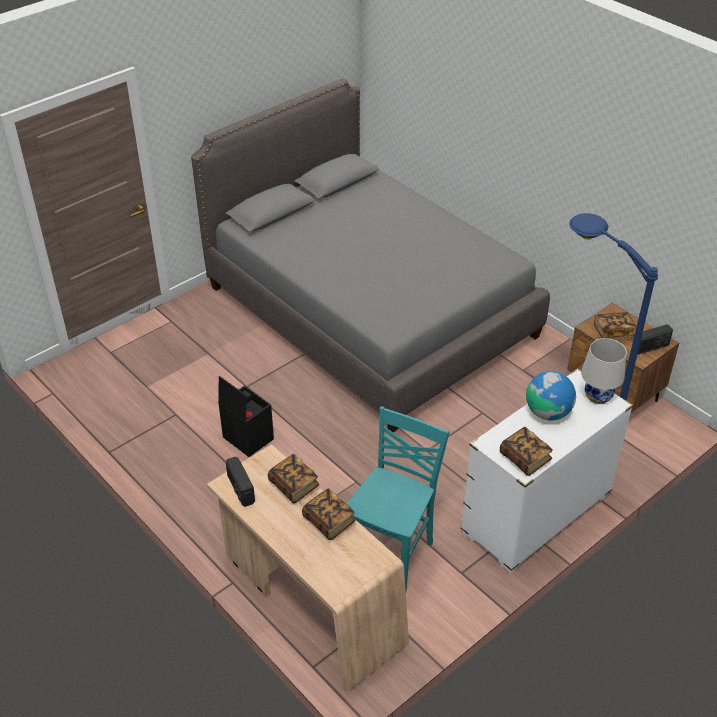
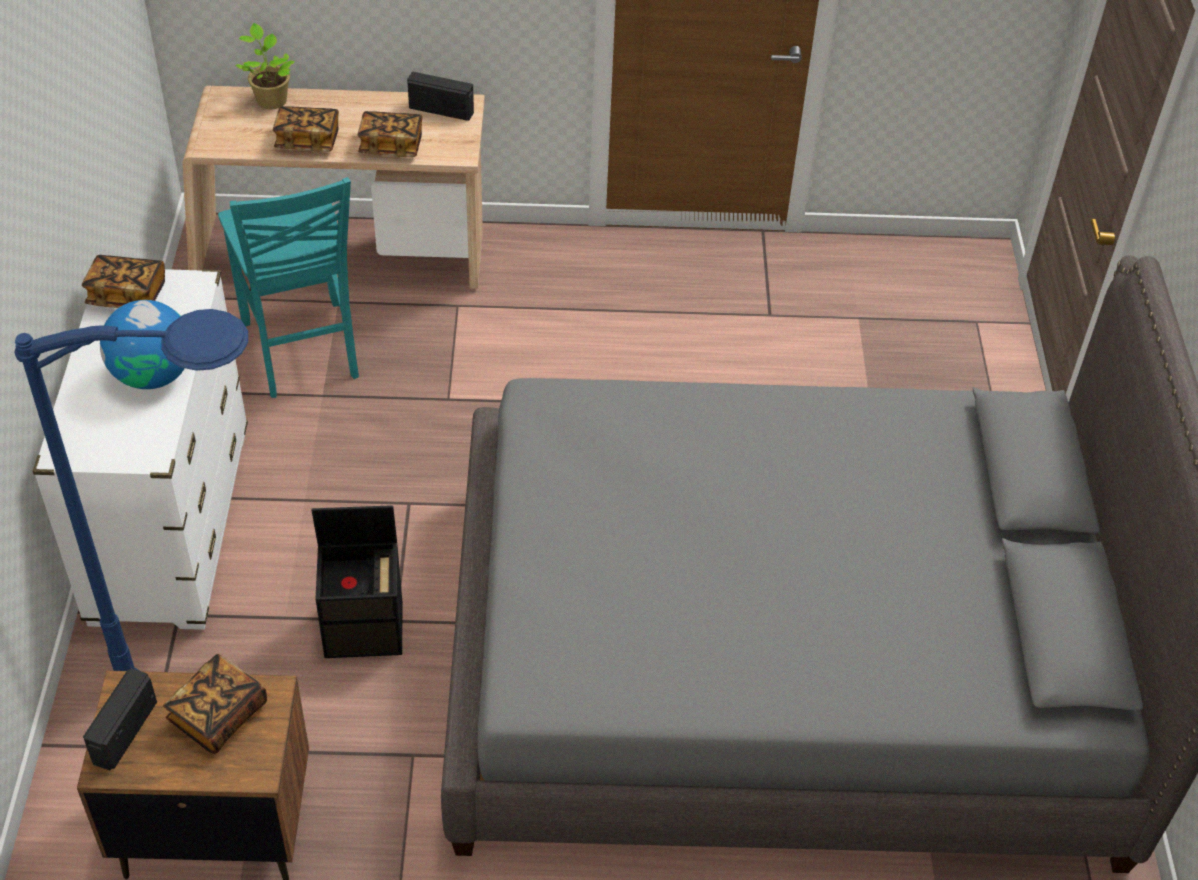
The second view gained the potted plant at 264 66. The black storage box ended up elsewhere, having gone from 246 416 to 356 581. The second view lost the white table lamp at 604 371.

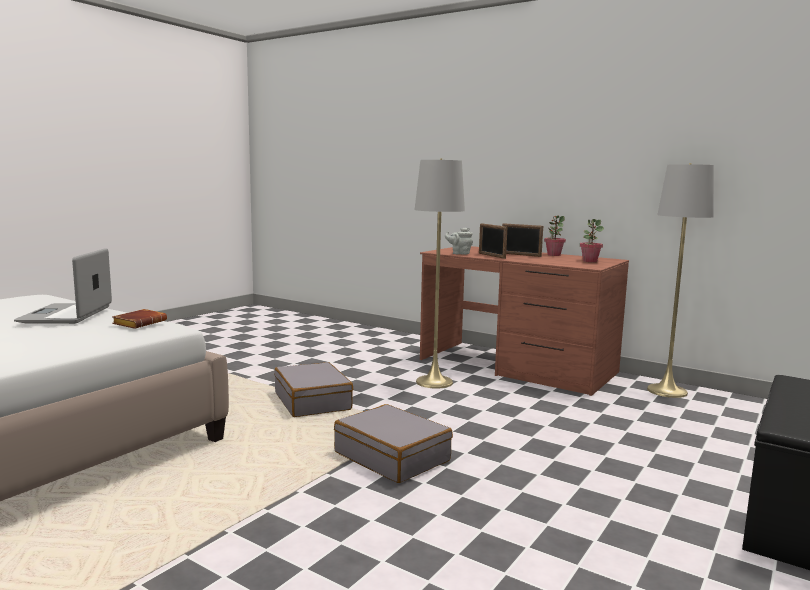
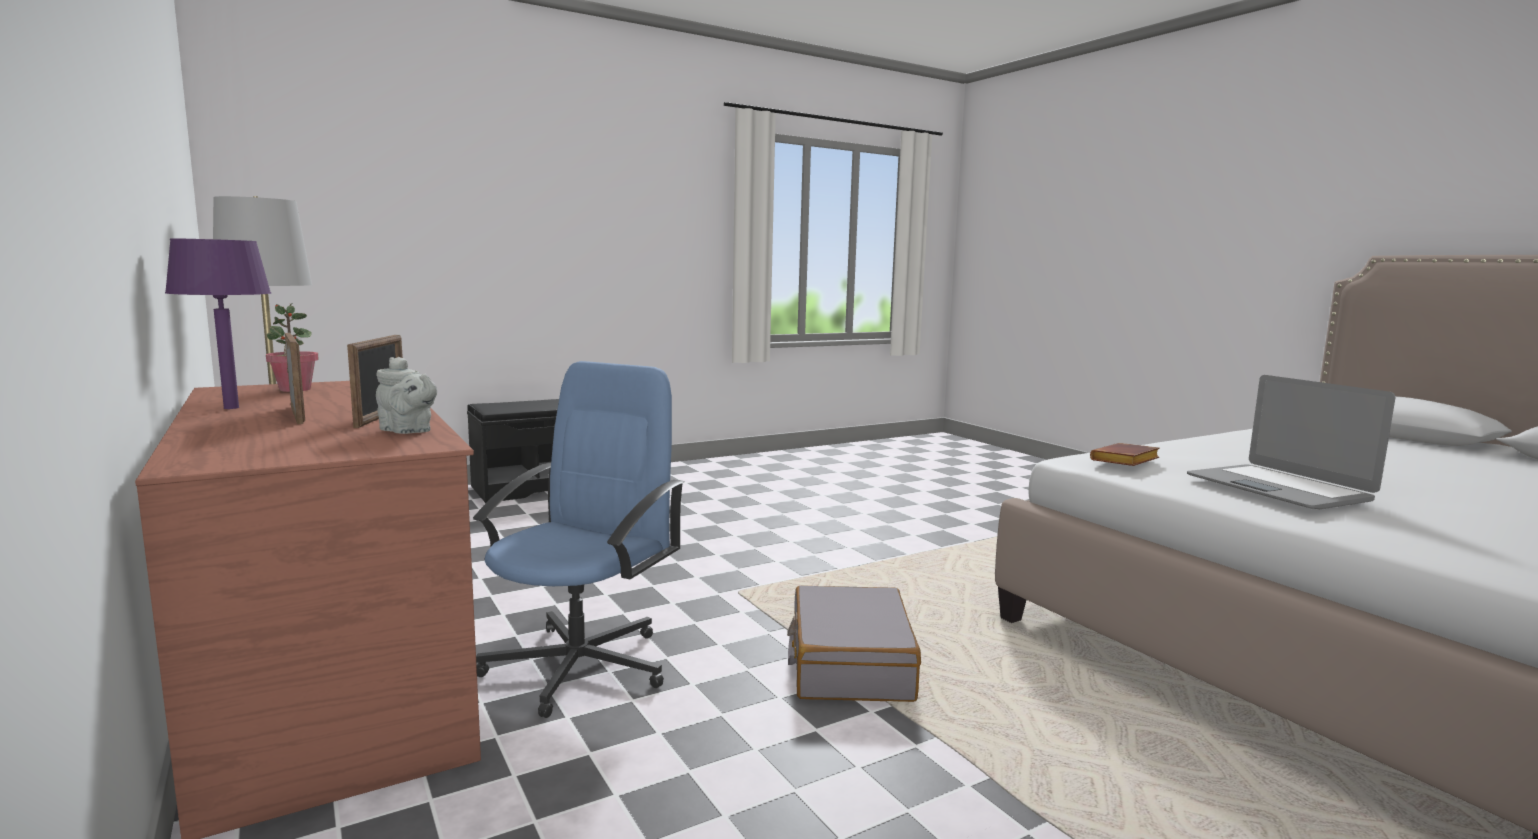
Where the potted plant stood at 555 236, the purple table lamp came to stand at 218 323. Where the grey floor lamp stood at 440 274, the blue office chair came to stand at 578 539. The laptop at 63 286 ended up facing another way, 135 degrees clockwise from before. The second view lost the grey suitcase at 393 443.

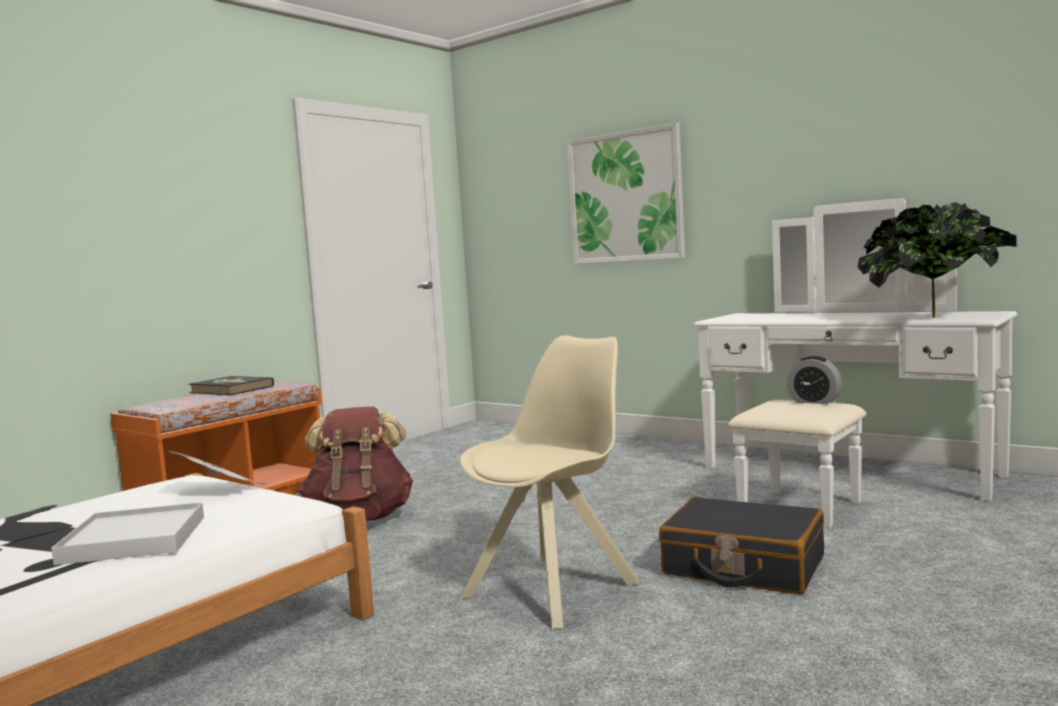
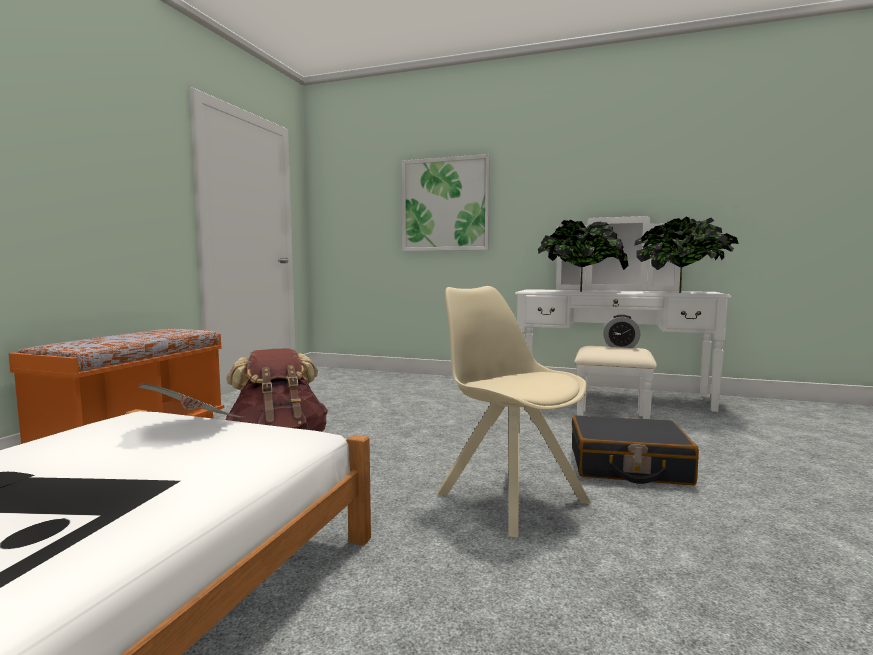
The beige chair at 549 482 ended up facing another way, 60 degrees counterclockwise from before. The second view gained the potted plant at 583 256. The second view lost the white tray at 127 533. The second view lost the book at 231 385.

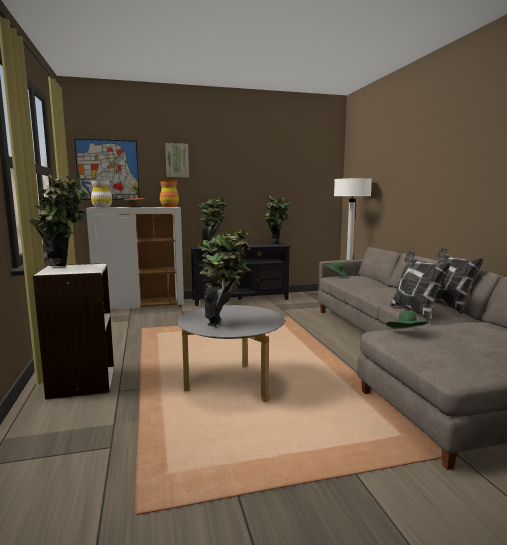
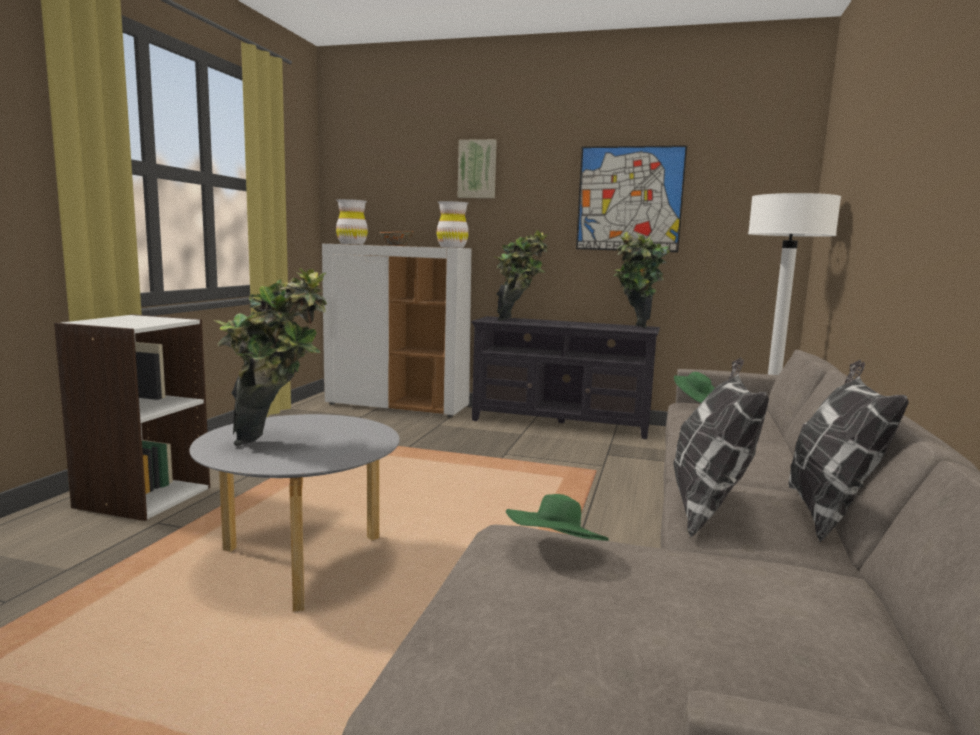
What was the orange vase at 169 193 turned into the white vase at 453 224. The picture ended up elsewhere, having gone from 107 169 to 631 198. The second view lost the potted plant at 58 220.

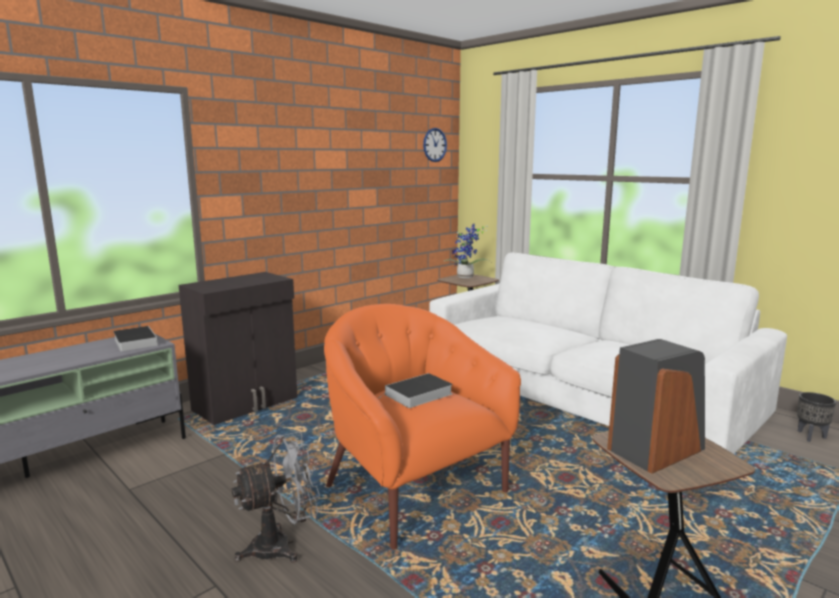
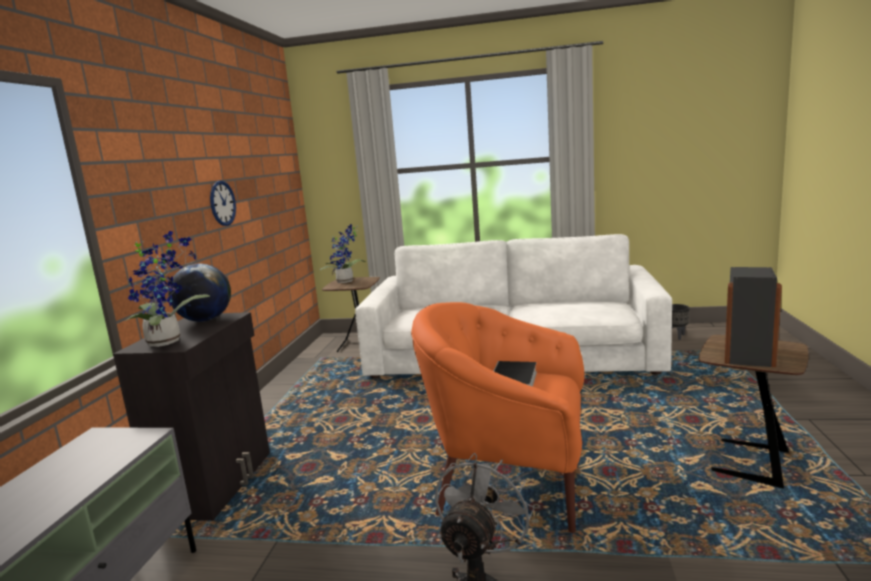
The second view gained the potted plant at 167 289. The second view gained the globe at 199 293. The wall clock ended up elsewhere, having gone from 435 145 to 223 203. The second view lost the book at 135 338.

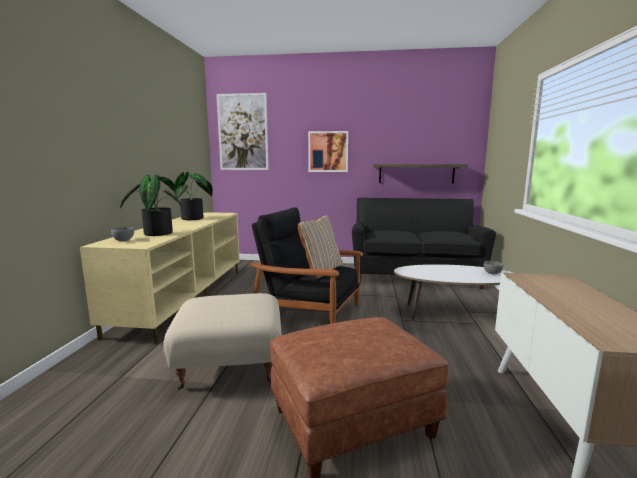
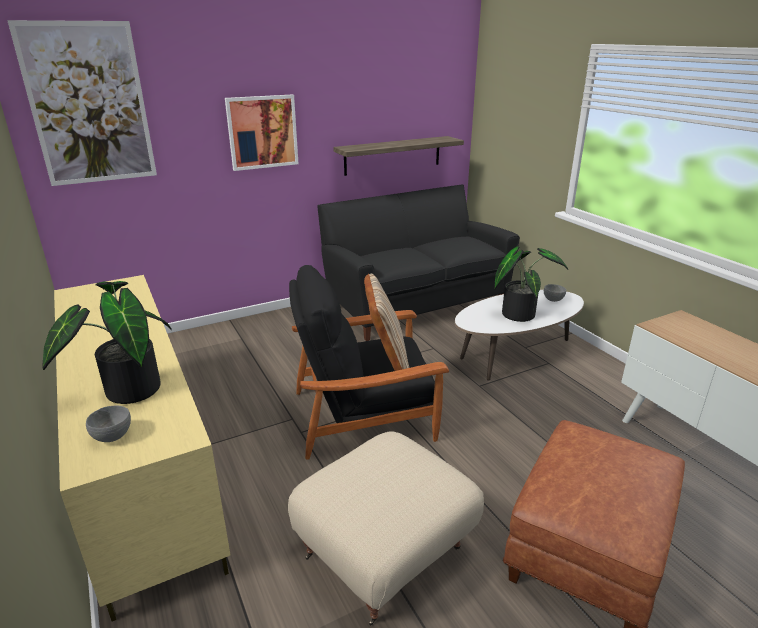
The potted plant ended up elsewhere, having gone from 193 196 to 531 284.

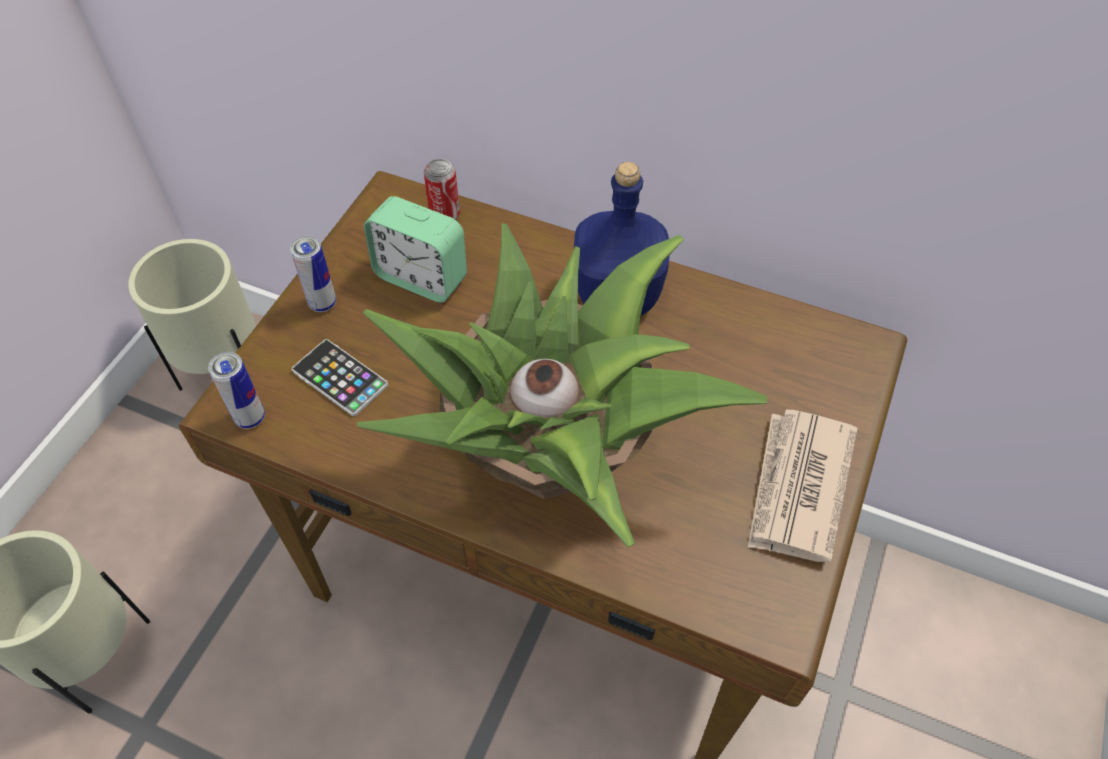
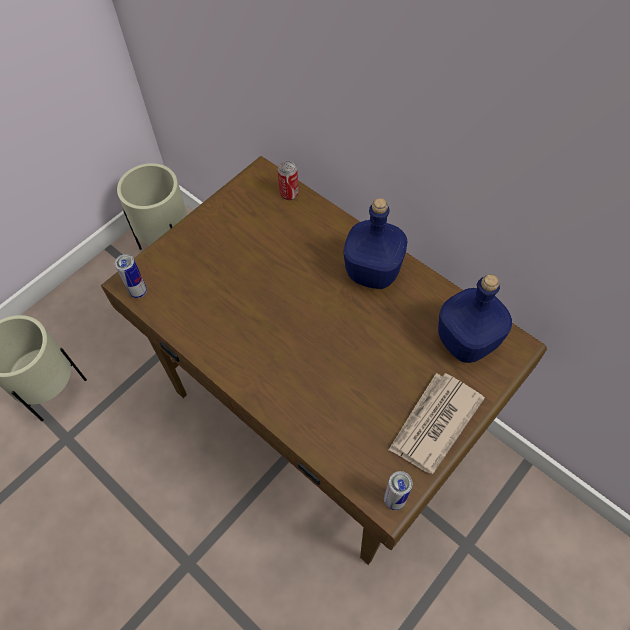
The can ended up elsewhere, having gone from 313 274 to 398 490. The second view gained the blue bottle at 475 318. The second view lost the phone at 340 377. The second view lost the potted plant at 562 385. The second view lost the alarm clock at 415 249.

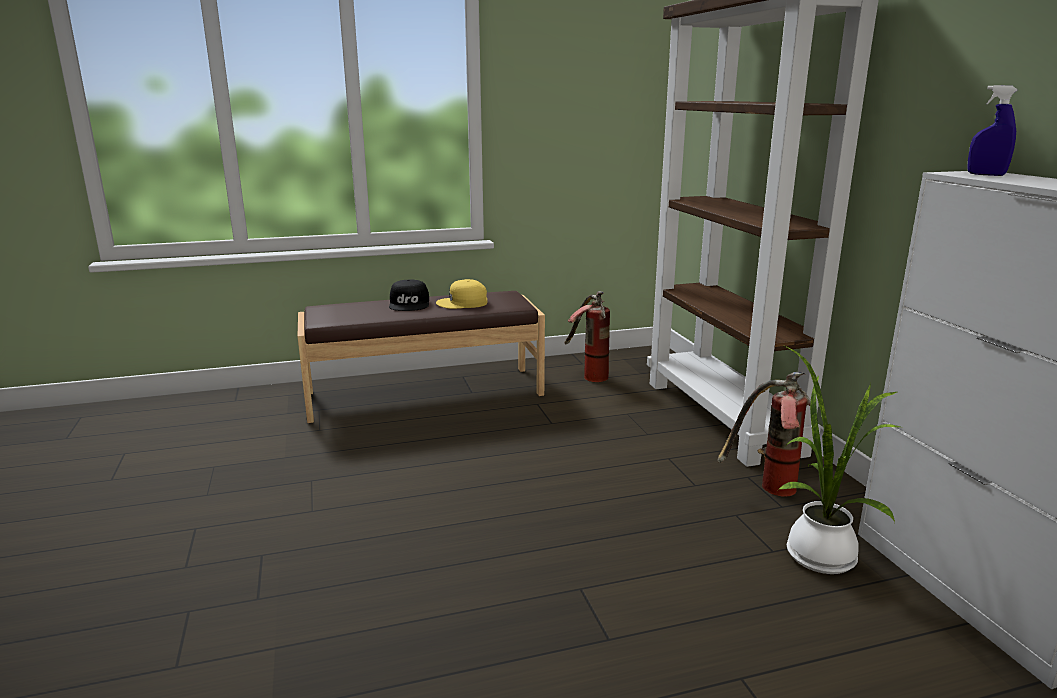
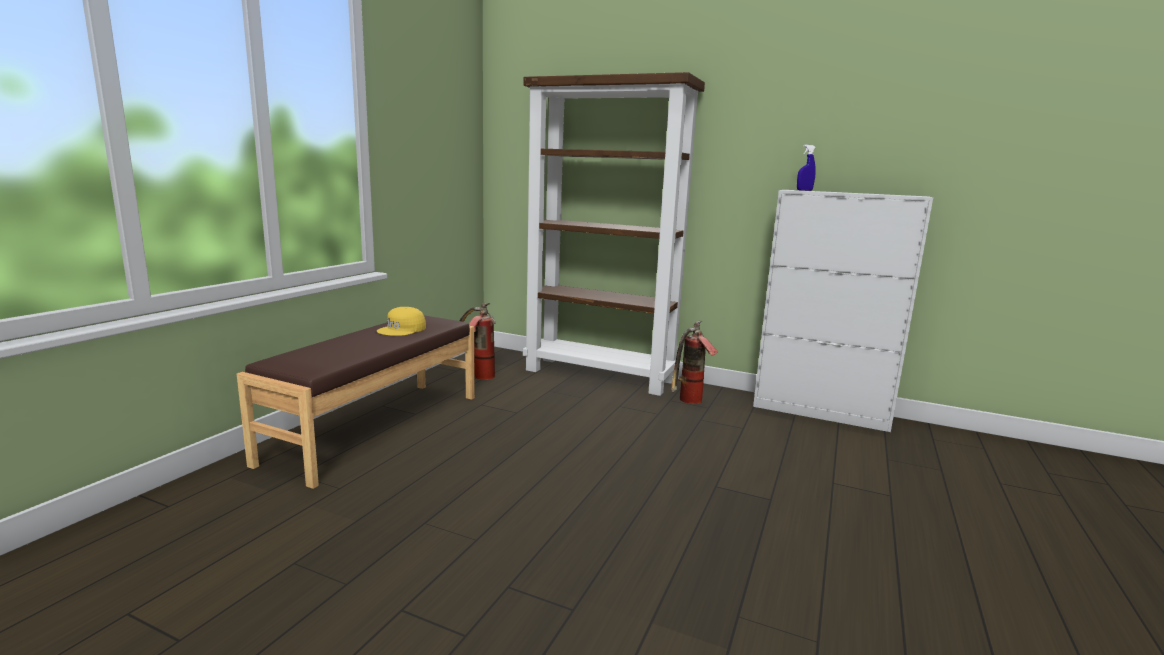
The second view lost the black cap at 409 295. The second view lost the potted plant at 838 460.

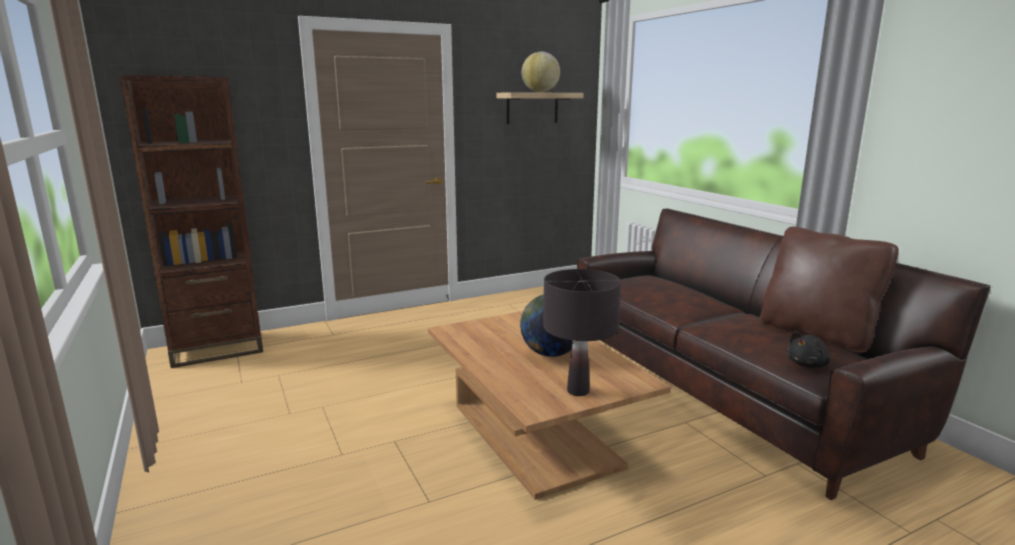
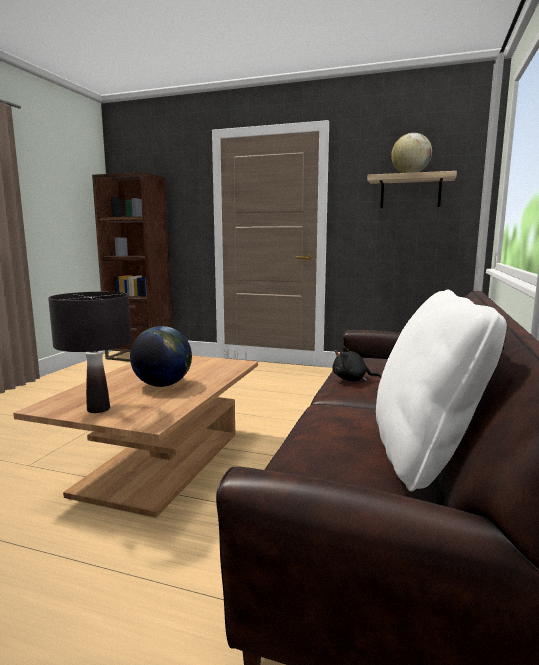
The black plush toy ended up elsewhere, having gone from 809 349 to 356 364. What was the brown pillow at 829 290 turned into the white pillow at 441 390.

